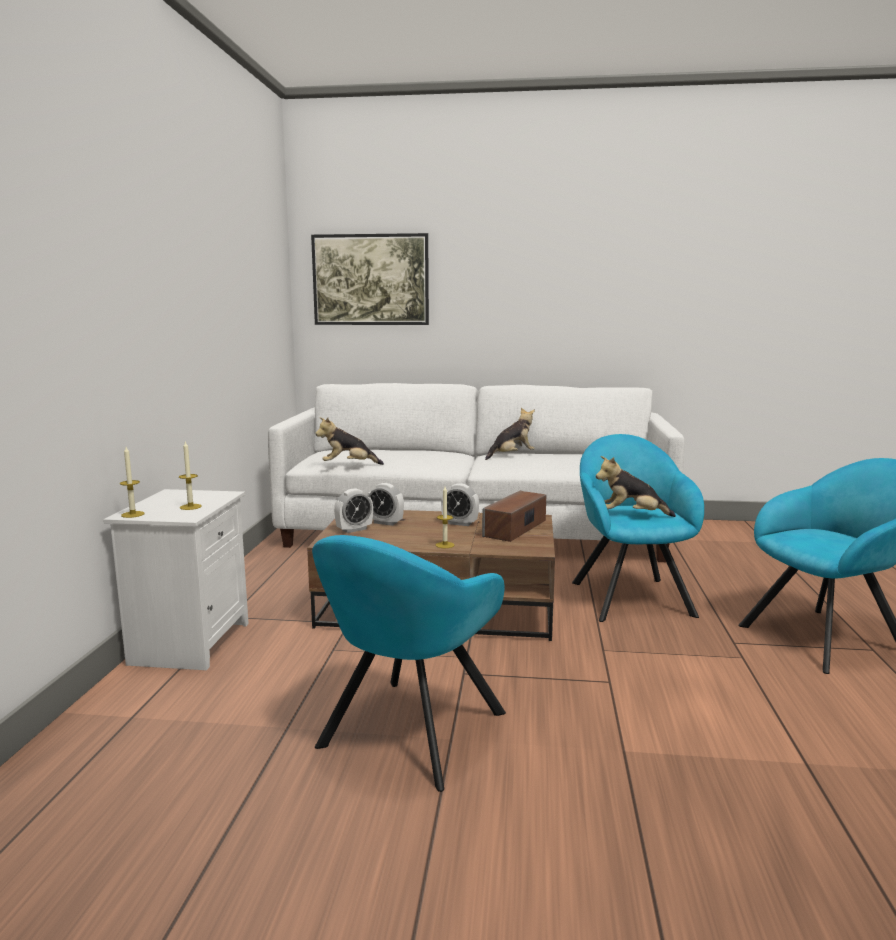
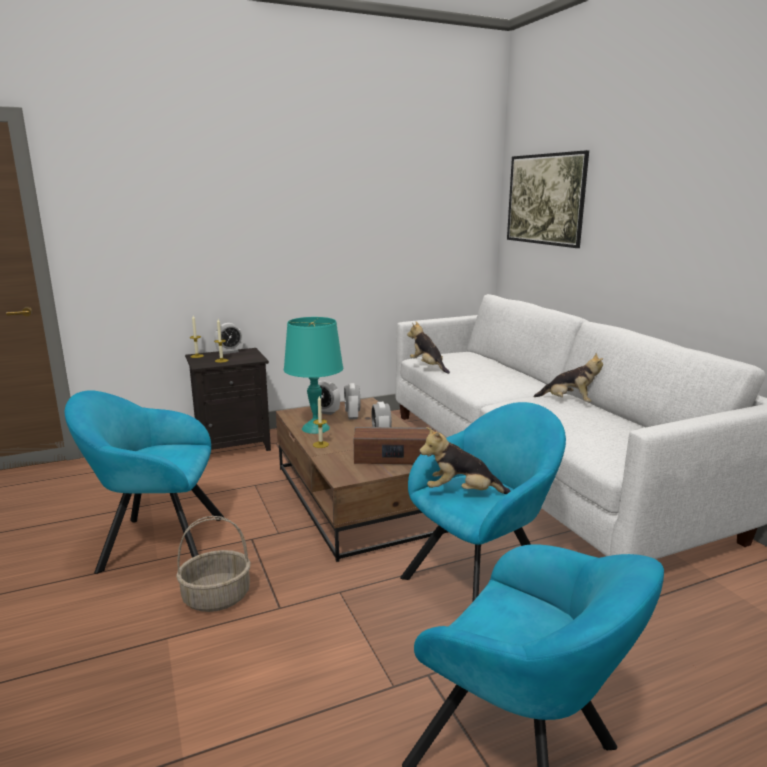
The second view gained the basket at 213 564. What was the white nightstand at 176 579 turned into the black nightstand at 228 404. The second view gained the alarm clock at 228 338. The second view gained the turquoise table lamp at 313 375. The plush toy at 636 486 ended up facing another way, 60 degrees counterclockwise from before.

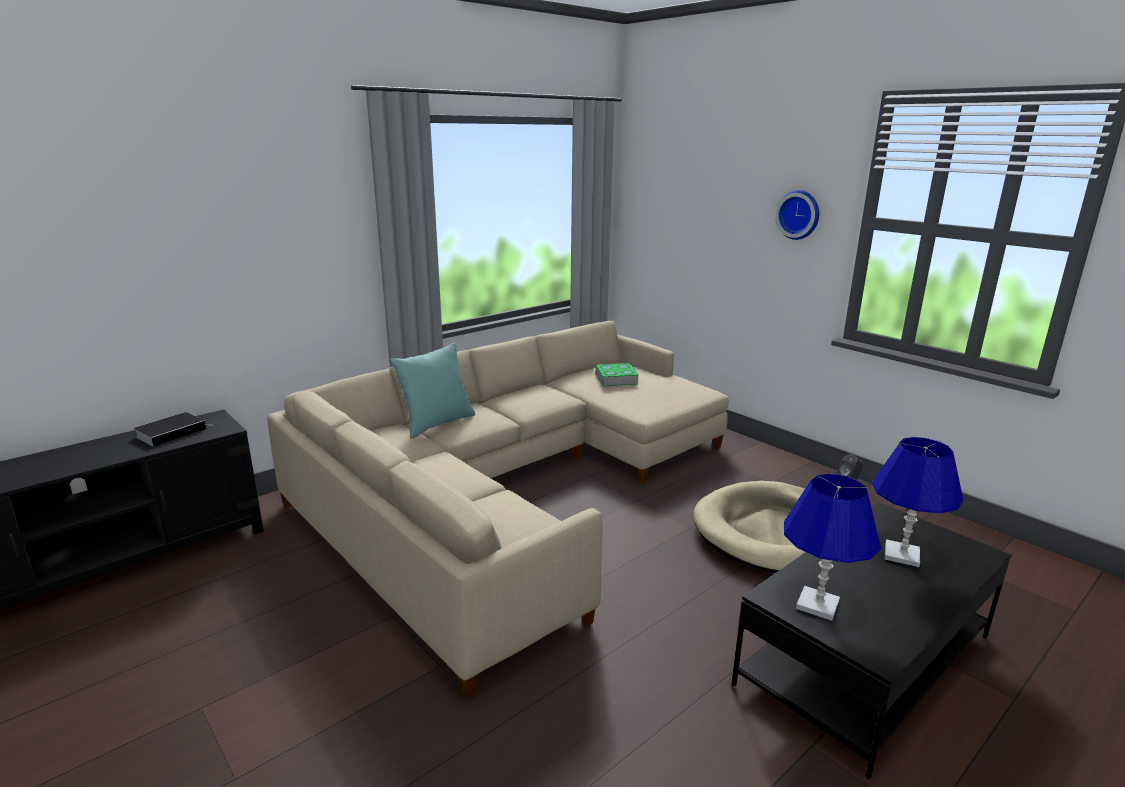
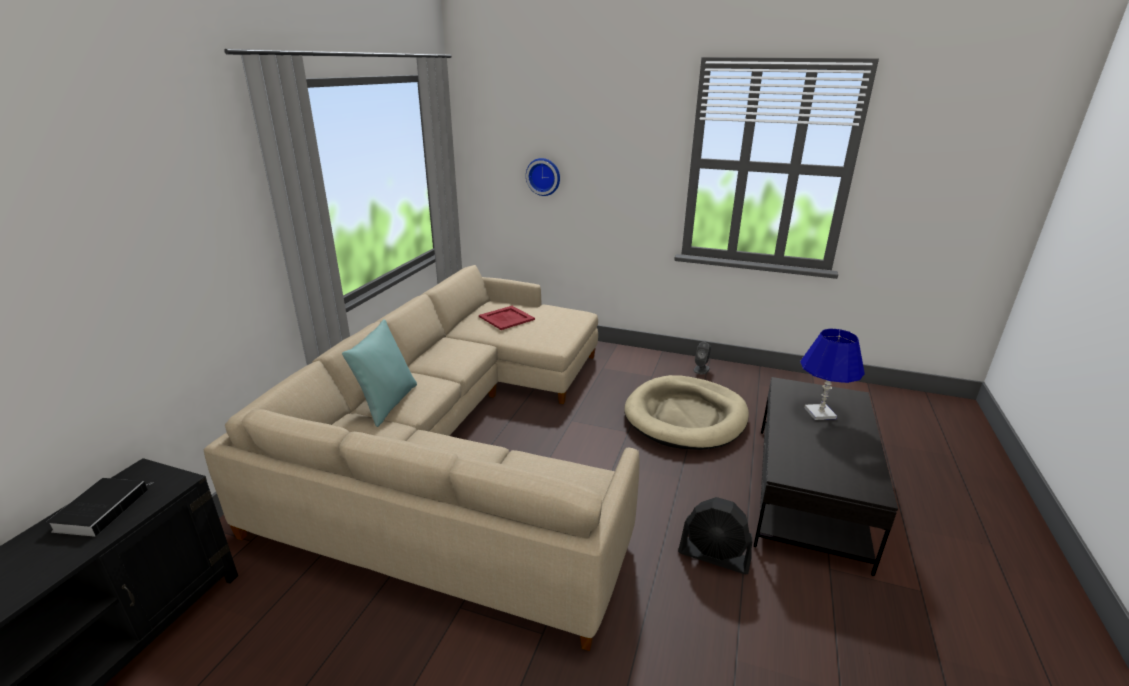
Where the book stood at 617 374, the red tray came to stand at 507 318. The wall clock ended up elsewhere, having gone from 797 215 to 543 177. The second view gained the black fan at 715 535. The second view lost the blue table lamp at 832 547.

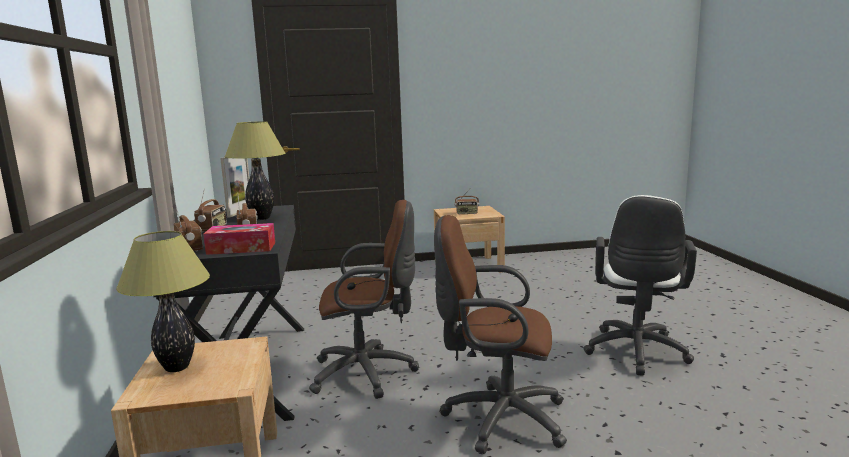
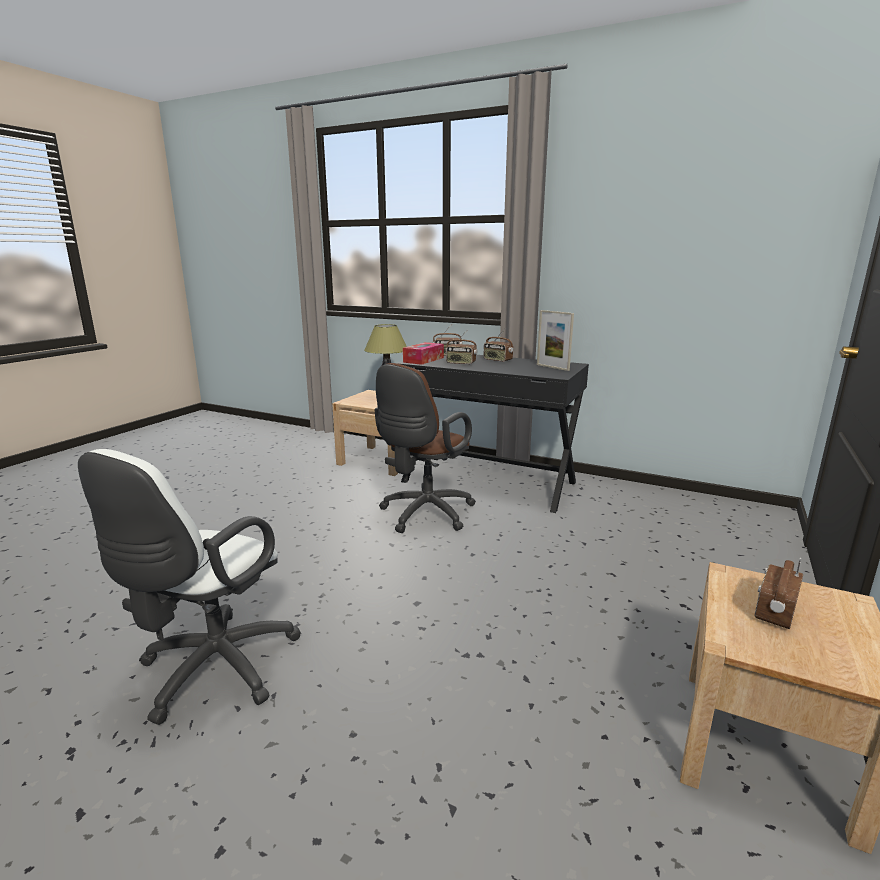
The white office chair at 640 285 ended up facing another way, 120 degrees counterclockwise from before. The second view lost the table lamp at 254 170. The second view lost the brown office chair at 500 334.

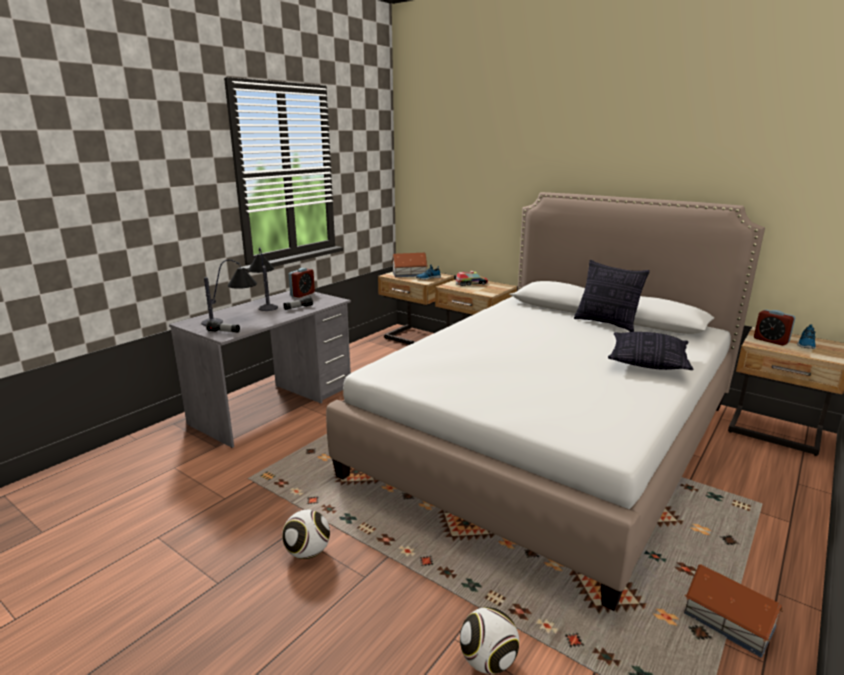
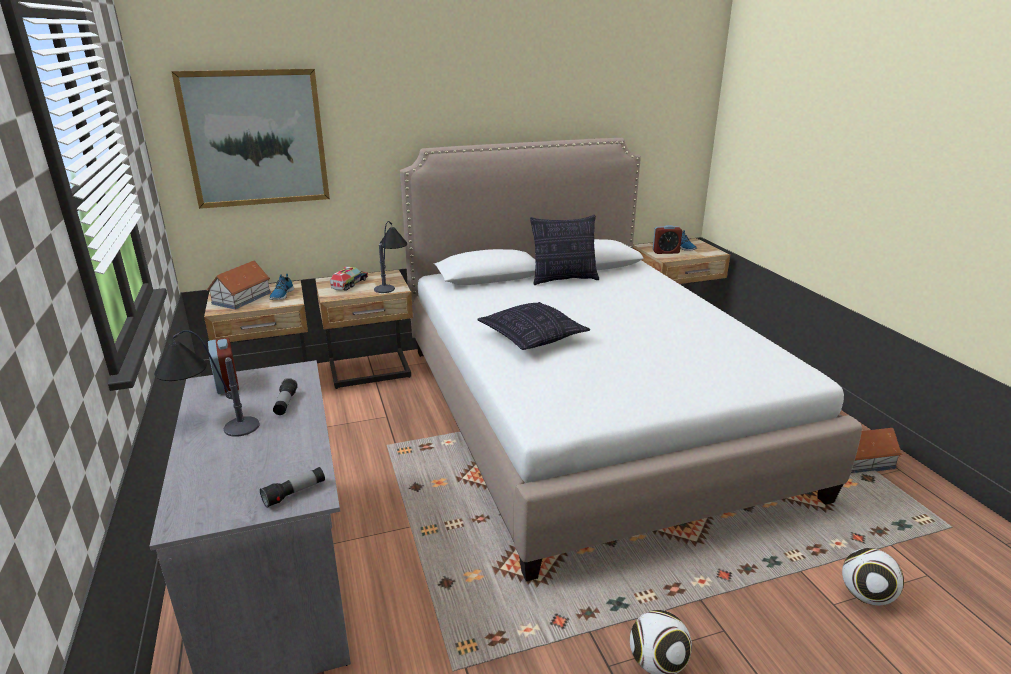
The second view gained the picture at 250 139. The table lamp ended up elsewhere, having gone from 229 293 to 390 257. The pillow ended up elsewhere, having gone from 650 351 to 533 326.

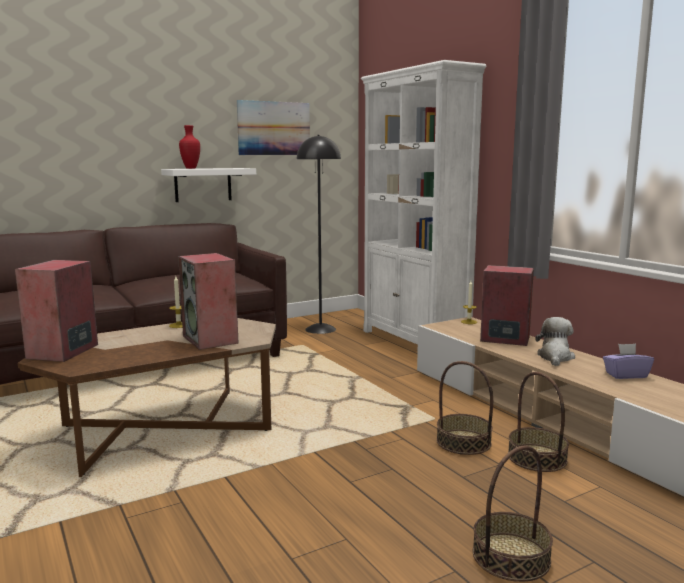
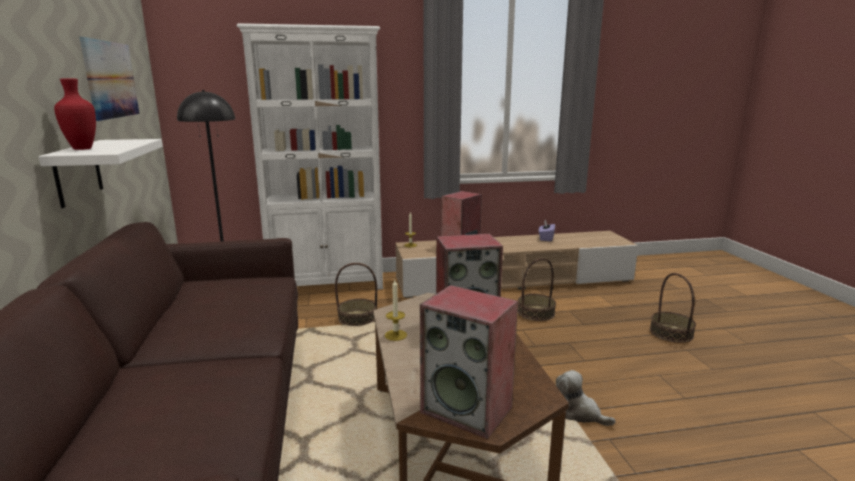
The basket ended up elsewhere, having gone from 538 422 to 356 294. The plush toy ended up elsewhere, having gone from 555 341 to 586 398.

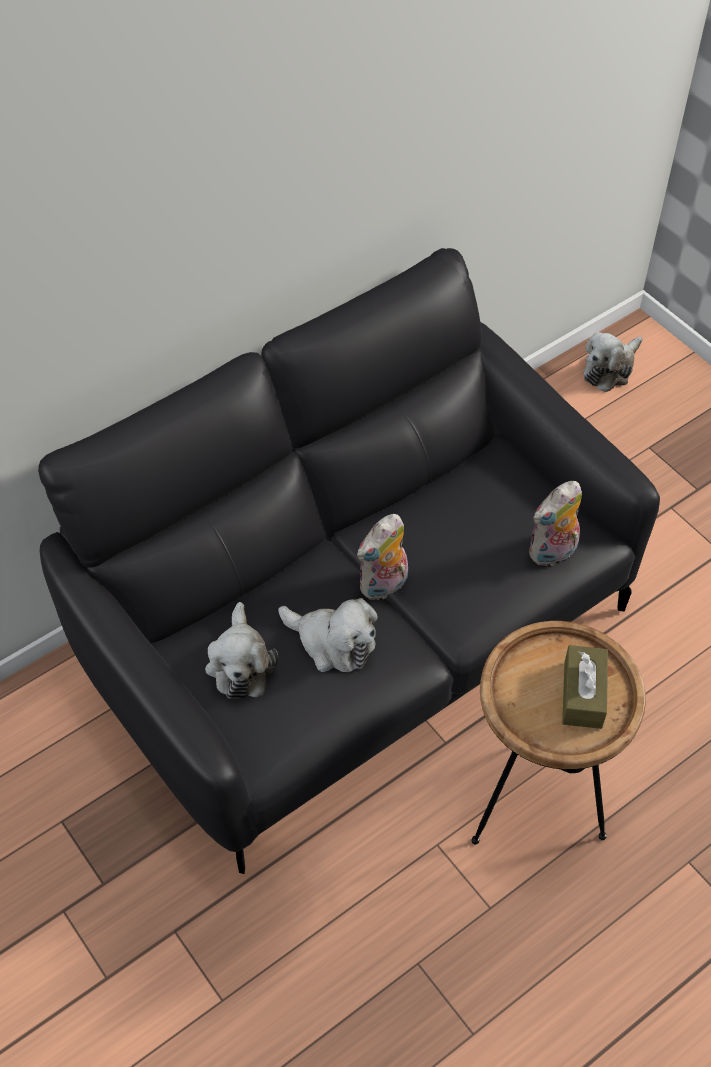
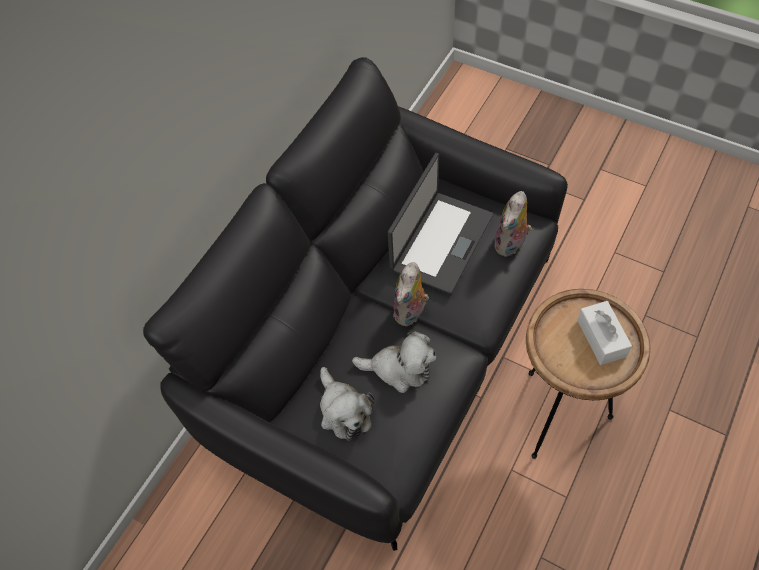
The second view gained the laptop at 440 223. What was the brown tissue box at 585 687 turned into the white tissue box at 604 333. The second view lost the plush toy at 613 362.

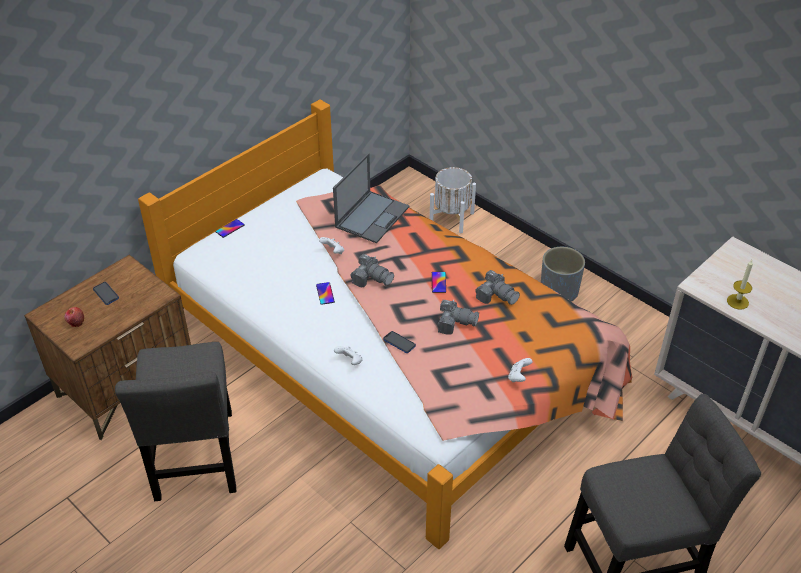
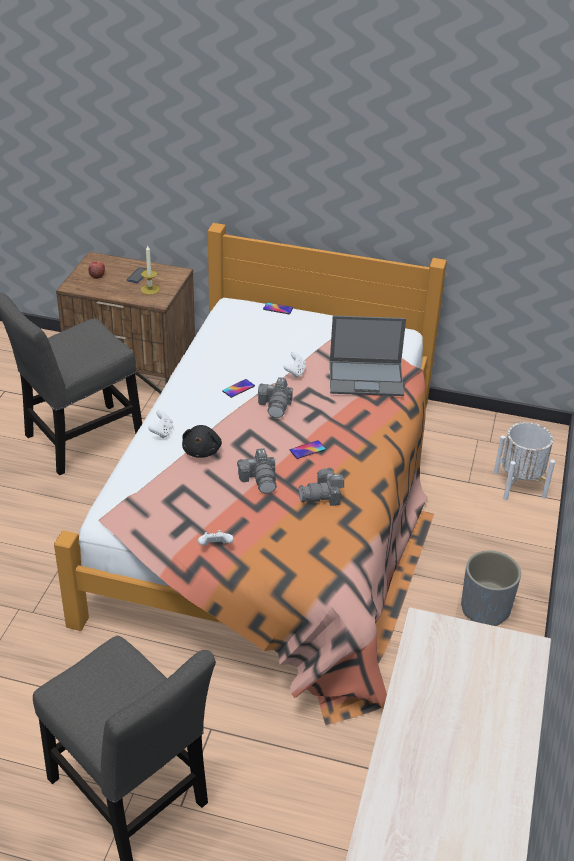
The candle ended up elsewhere, having gone from 740 285 to 150 270. Where the phone stood at 399 342, the black plush toy came to stand at 202 441. The photo camera at 497 287 ended up facing another way, 60 degrees clockwise from before.

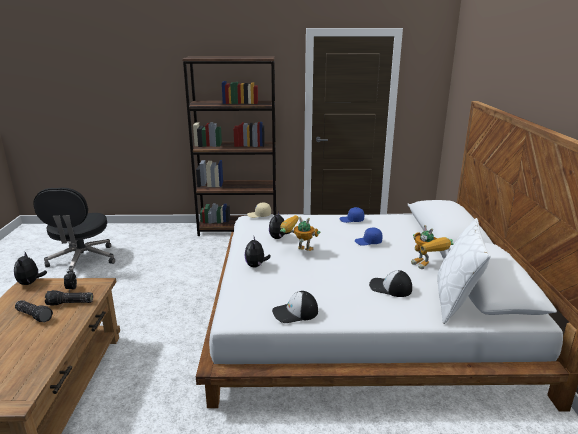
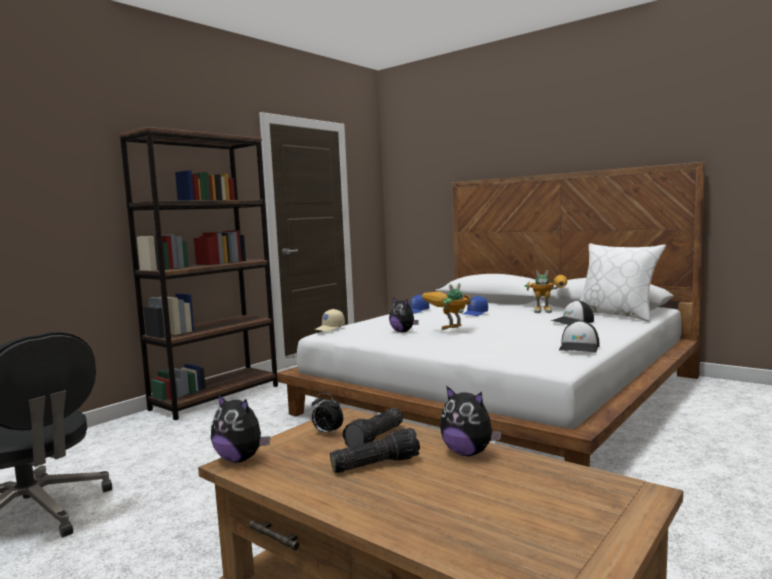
The plush toy ended up elsewhere, having gone from 258 252 to 471 421.

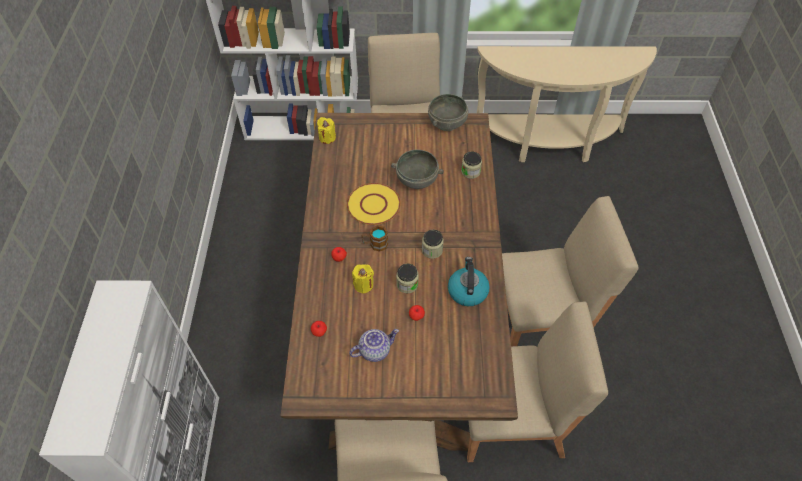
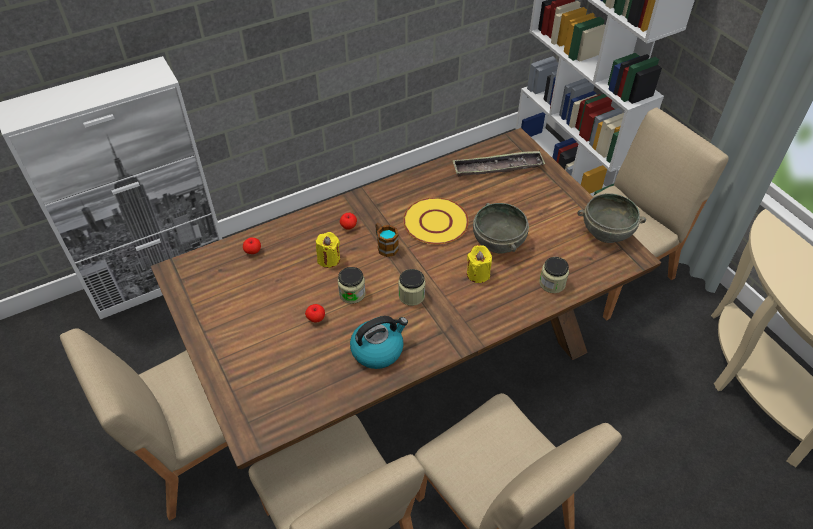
The second view gained the tray at 498 163. The yellow candle ended up elsewhere, having gone from 326 130 to 479 264. The second view lost the teapot at 374 345.

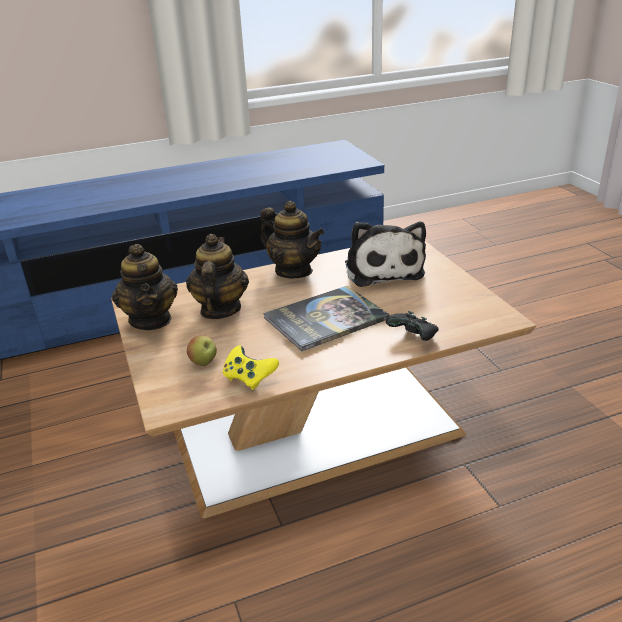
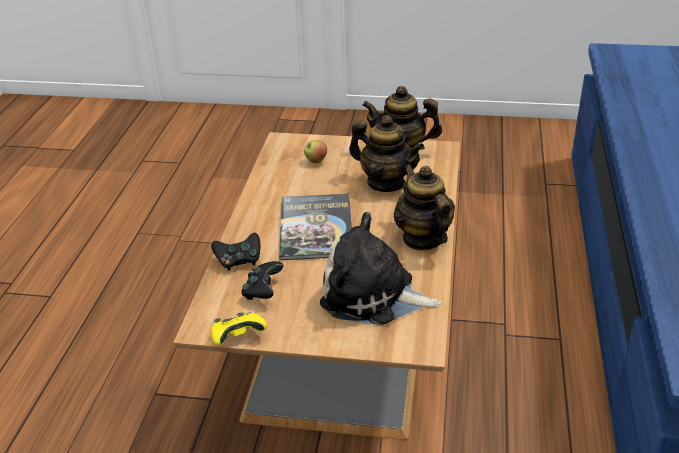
The yellow game controller ended up elsewhere, having gone from 251 367 to 239 328. The second view gained the black game controller at 262 280. The teapot at 292 239 ended up facing another way, 90 degrees clockwise from before.

